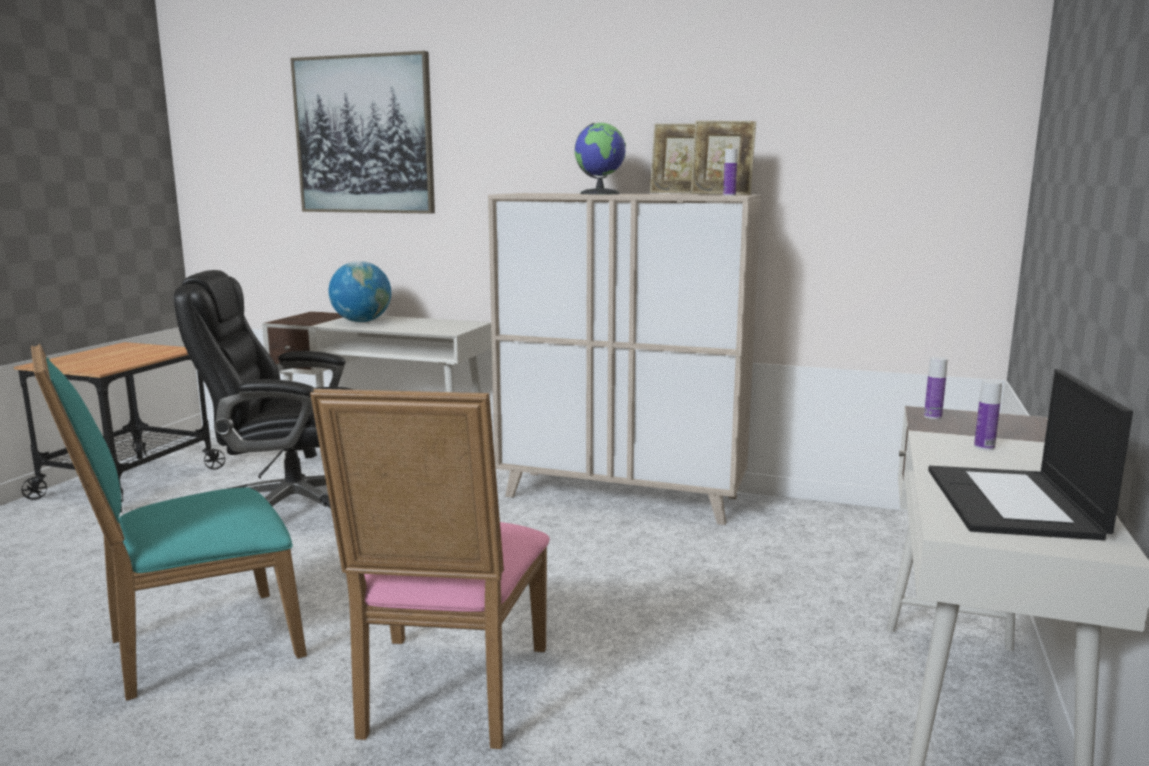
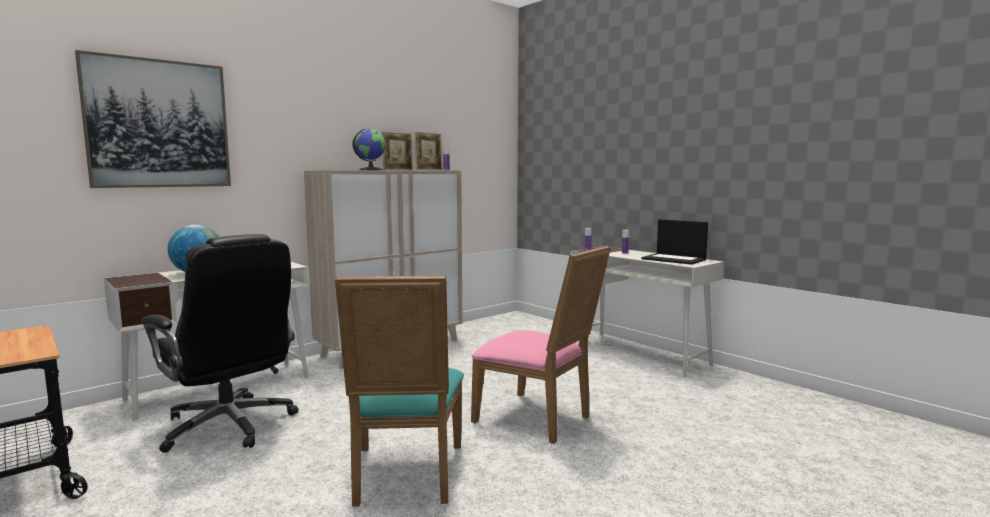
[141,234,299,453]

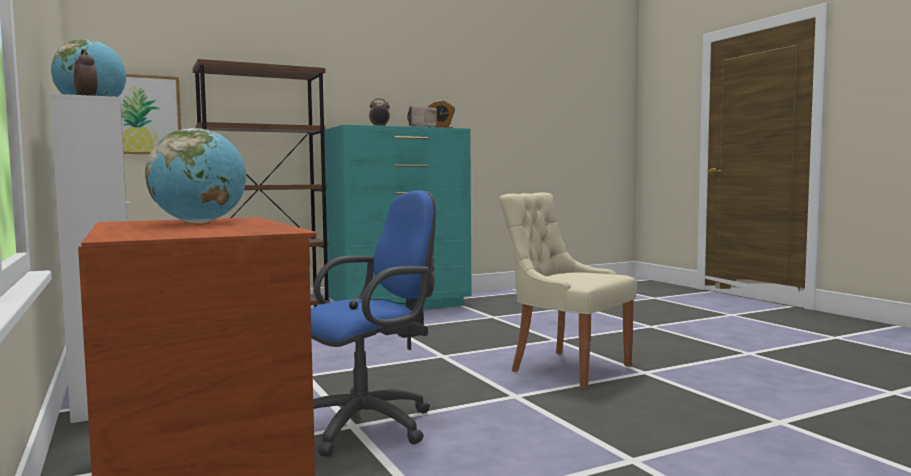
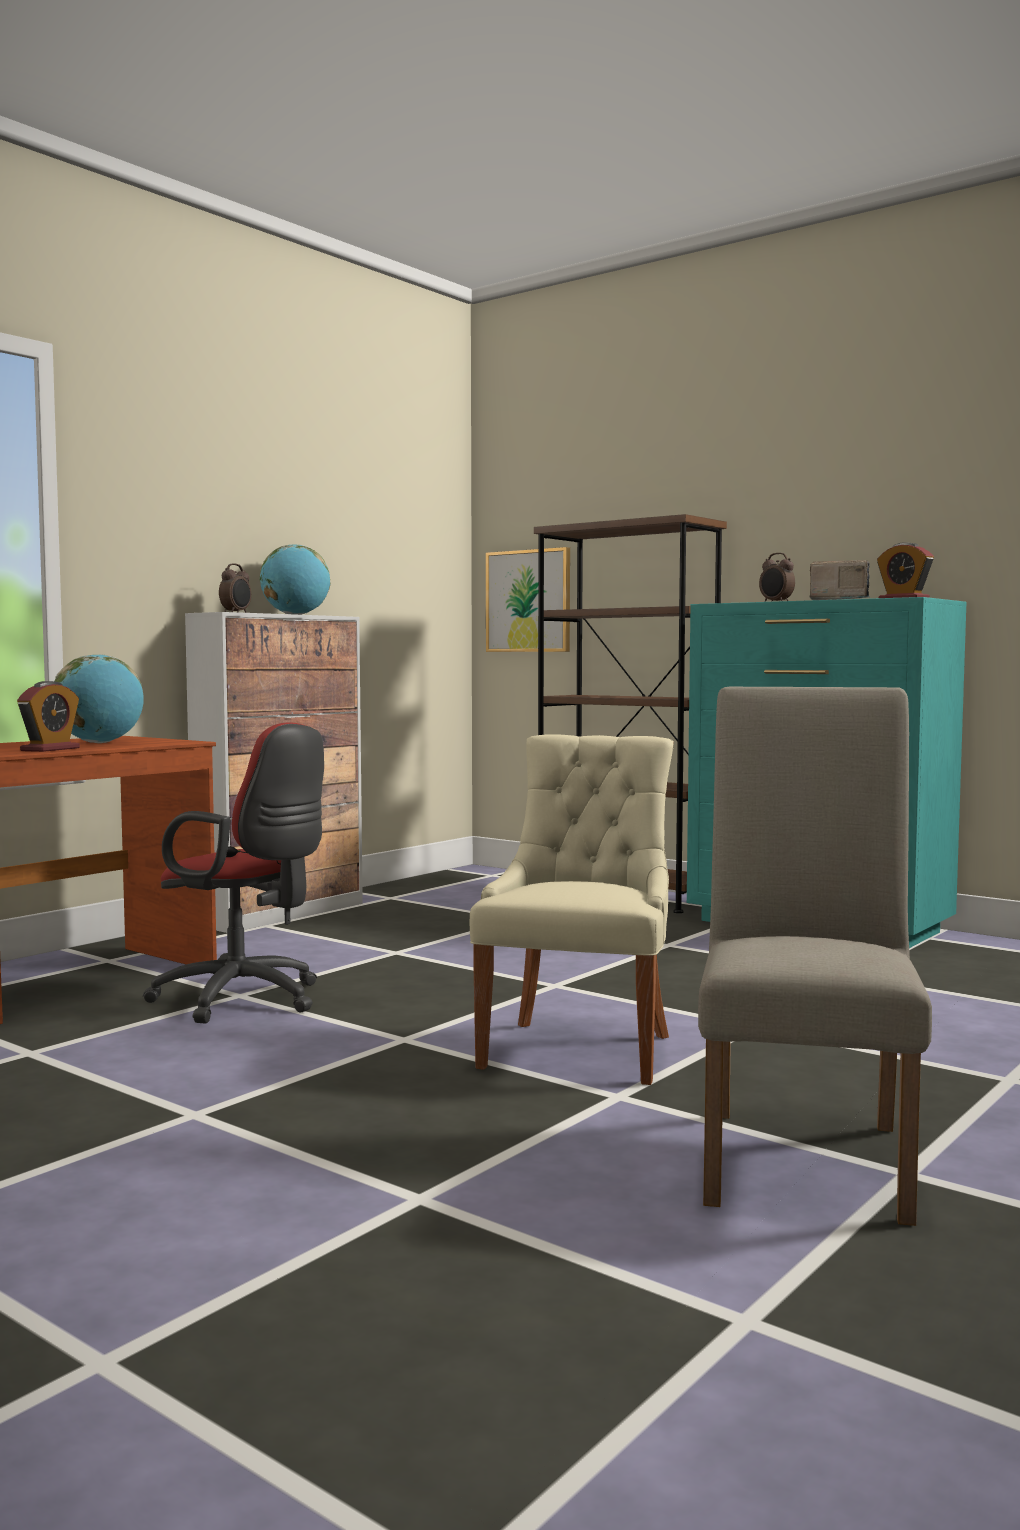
[143,723,324,1023]
[17,681,80,752]
[698,687,932,1226]

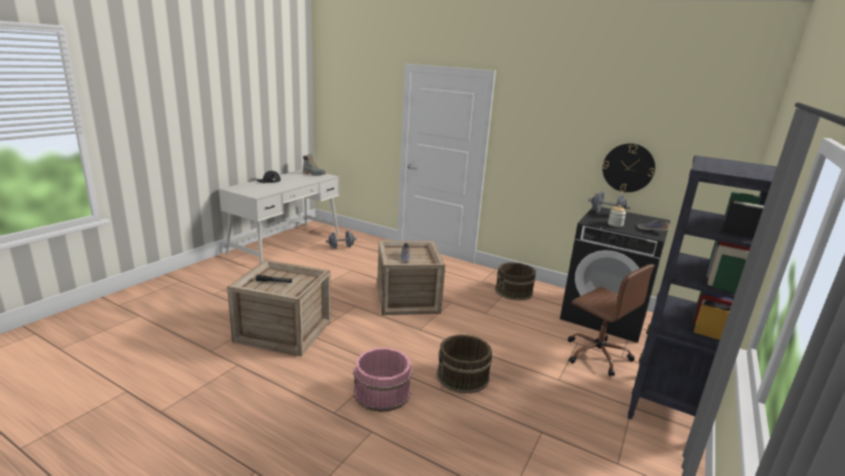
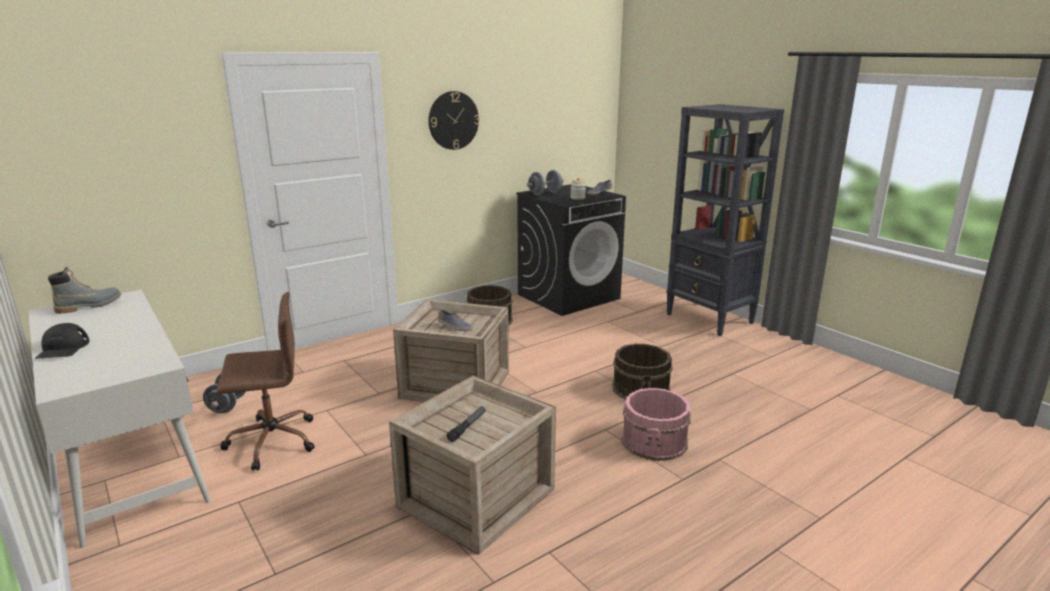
[217,292,315,471]
[429,91,480,150]

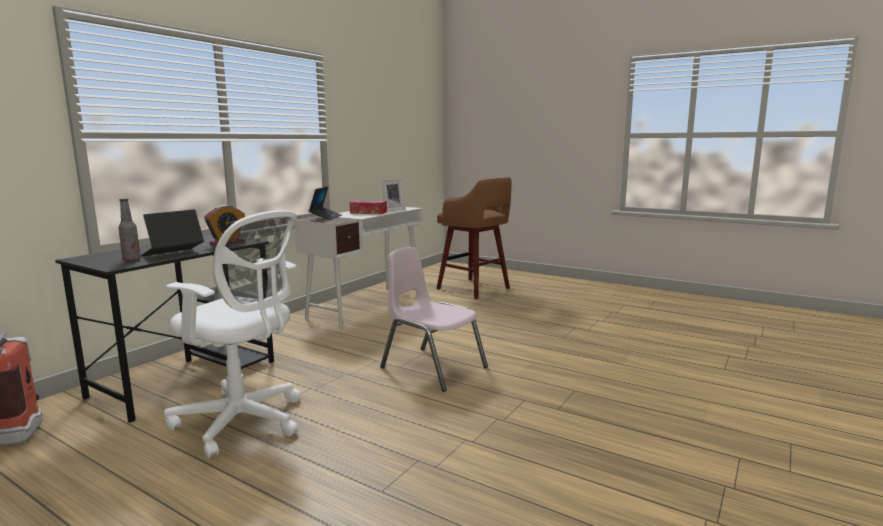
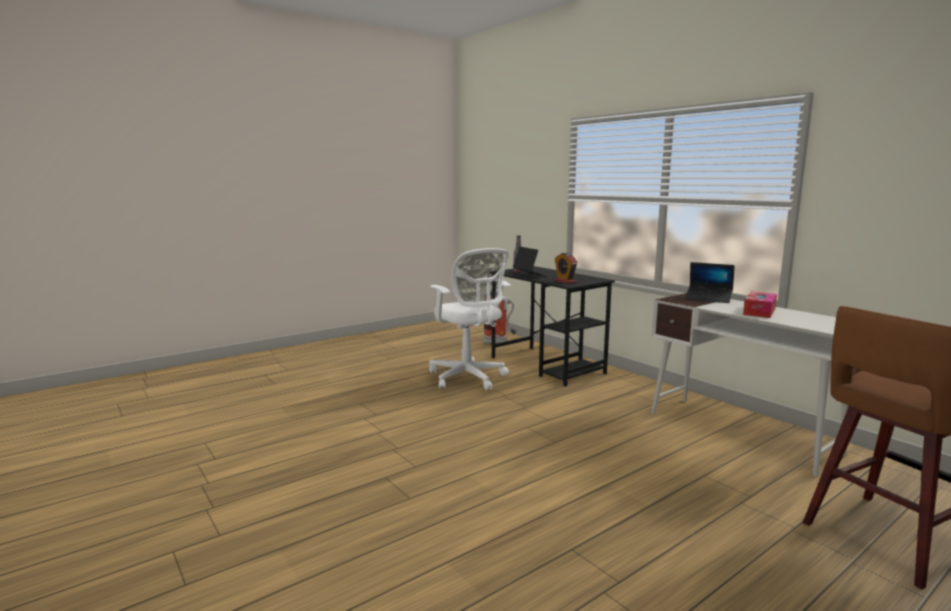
[429,248,511,390]
[380,247,488,392] (first image)
[381,179,405,211] (first image)

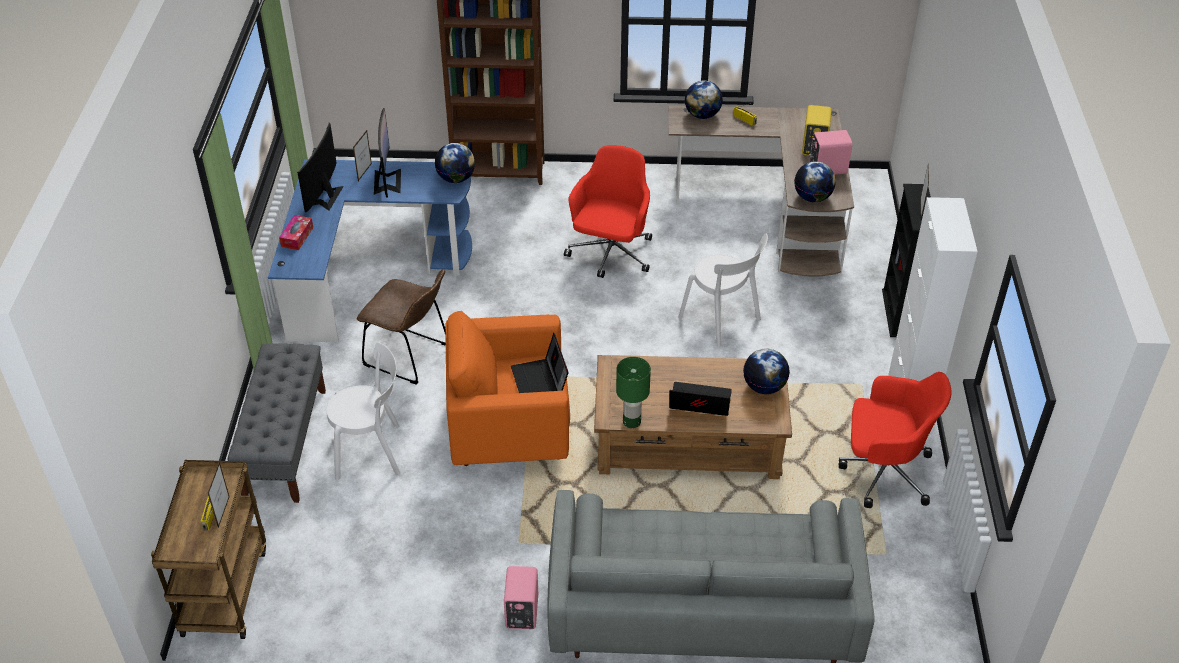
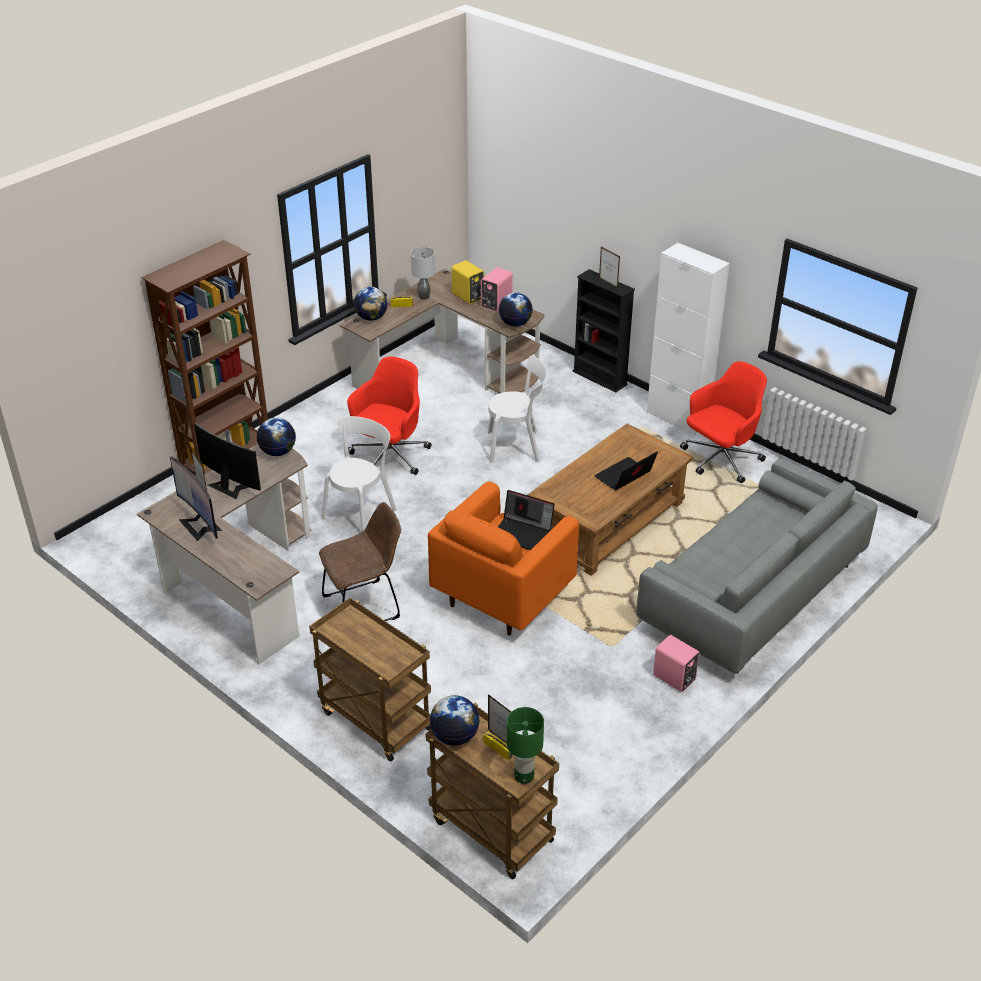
[309,598,431,762]
[137,444,311,665]
[279,215,313,250] (first image)
[322,416,397,531]
[347,357,432,475]
[507,707,544,784]
[430,695,480,746]
[411,247,435,300]

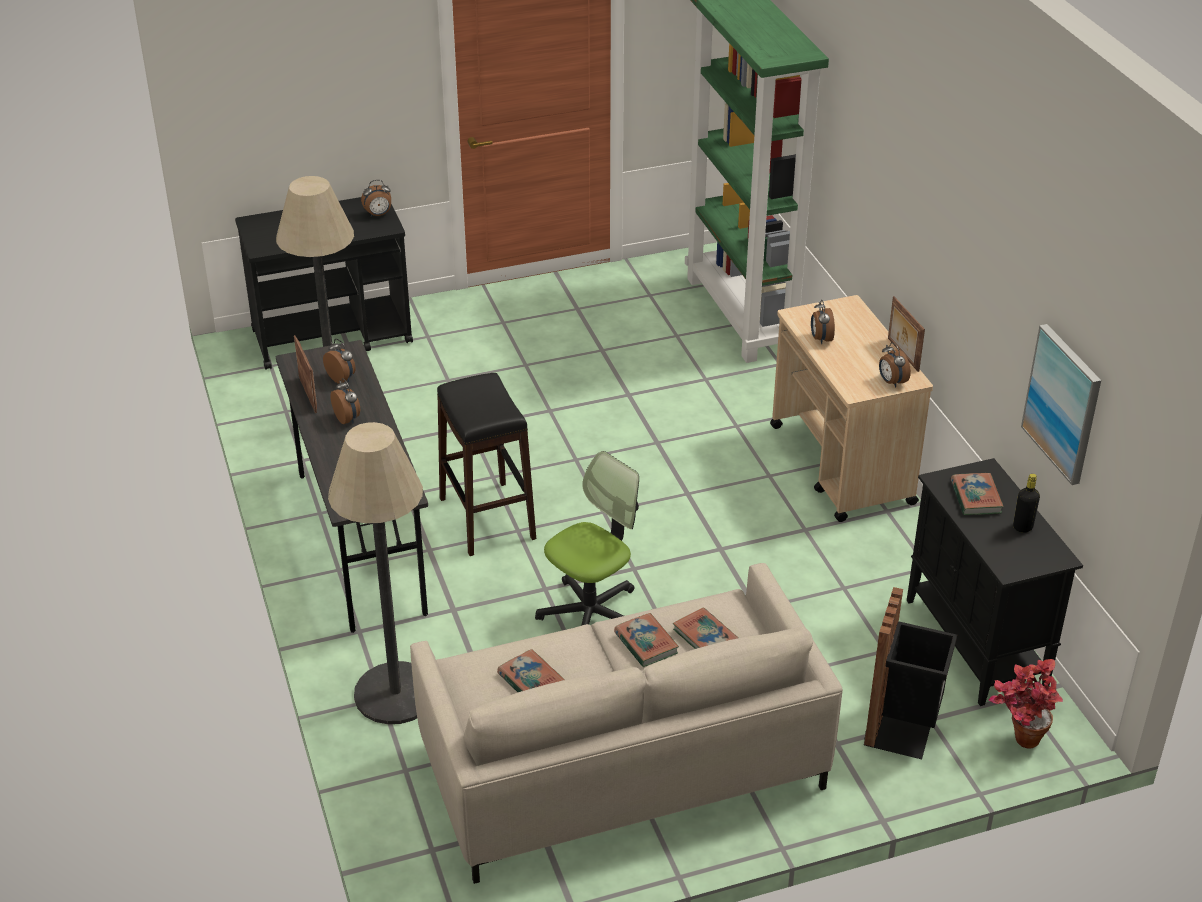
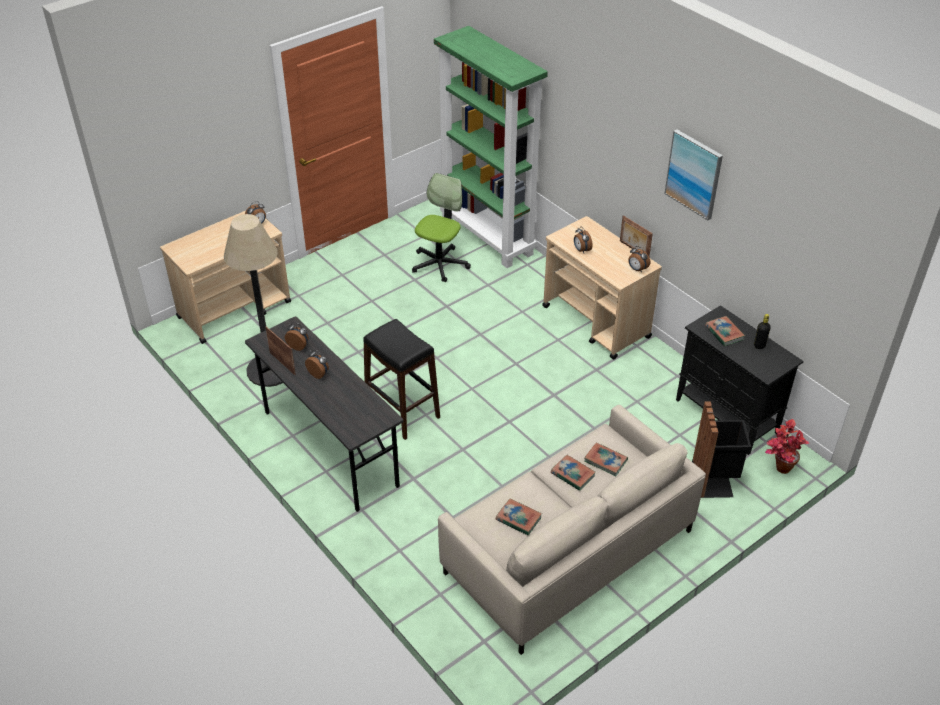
[160,211,291,344]
[328,422,423,724] (first image)
[412,173,471,282]
[664,130,723,220]

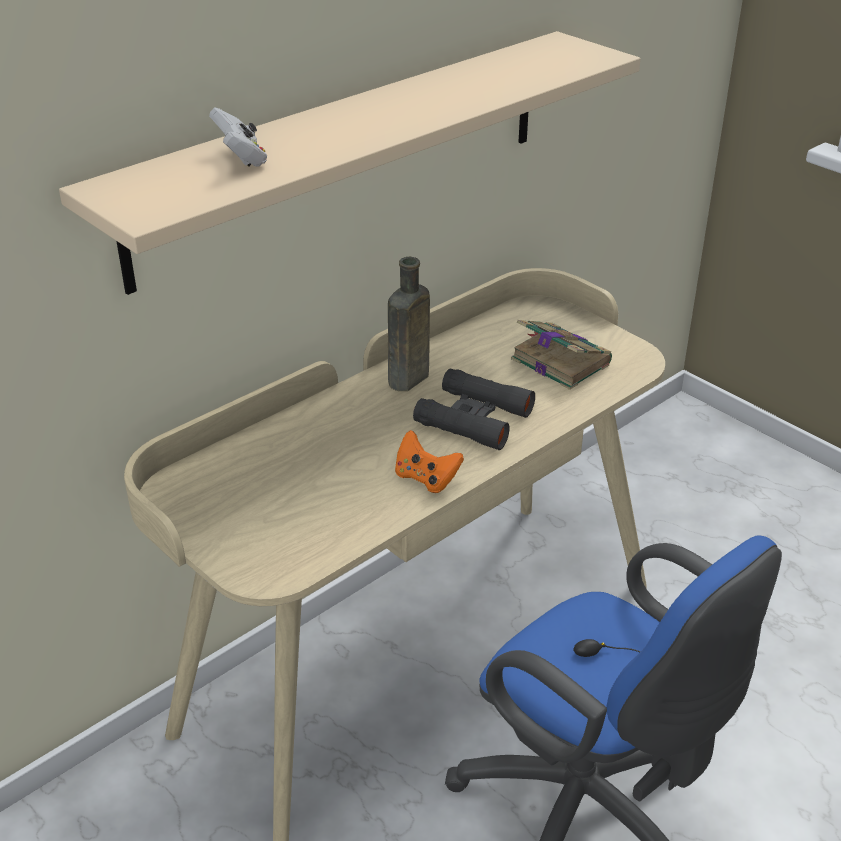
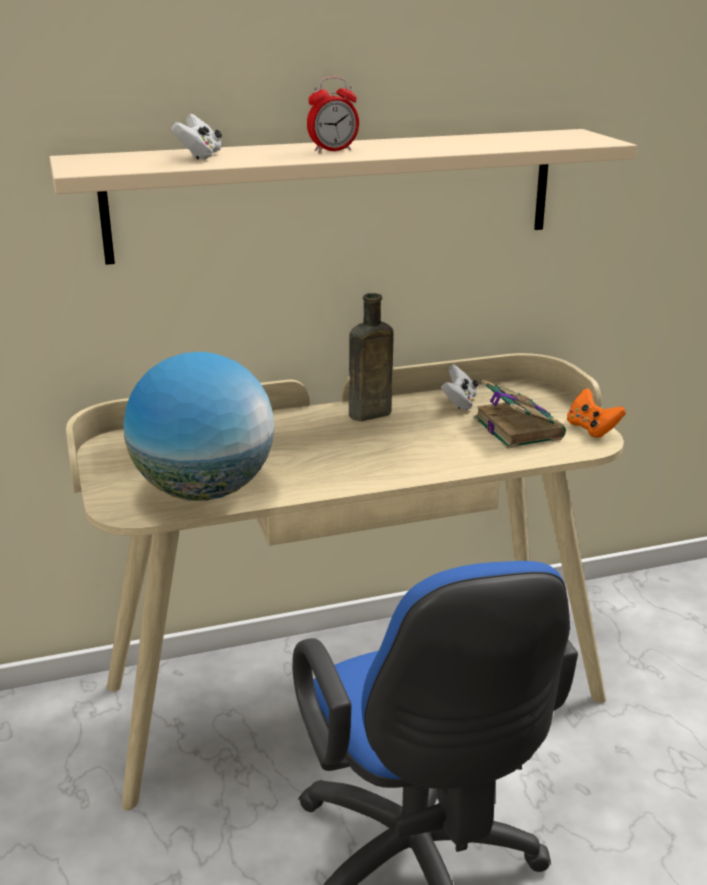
[567,388,626,438]
[413,369,535,450] (first image)
[124,352,274,501]
[307,77,359,153]
[441,365,478,410]

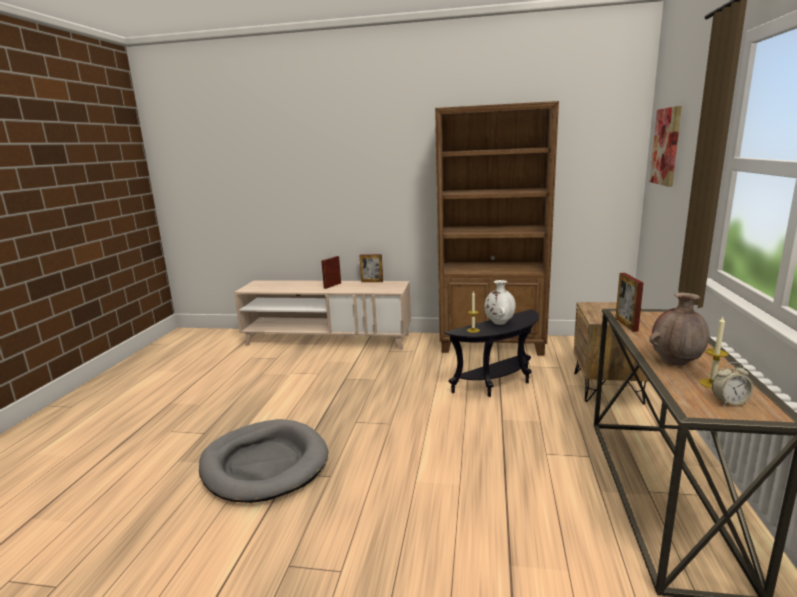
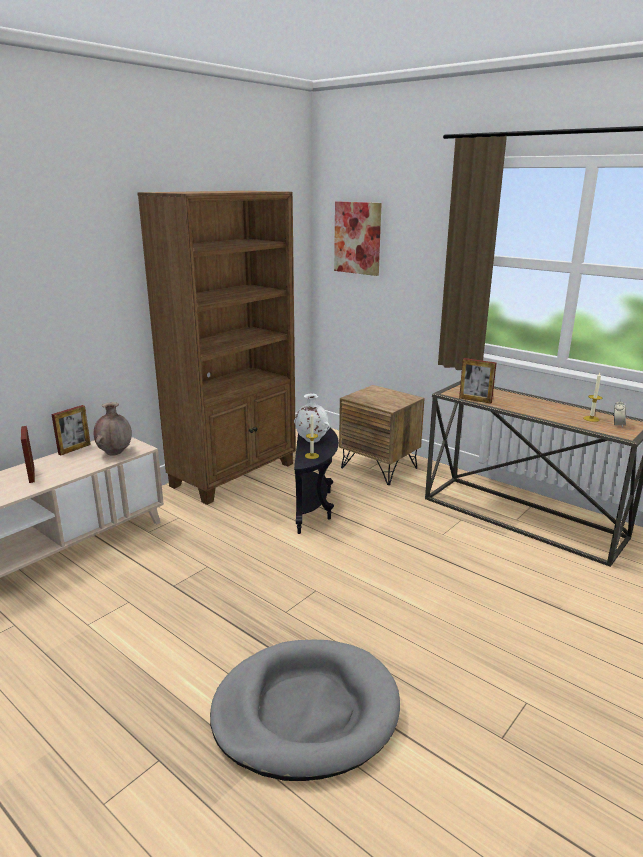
[94,402,132,456]

